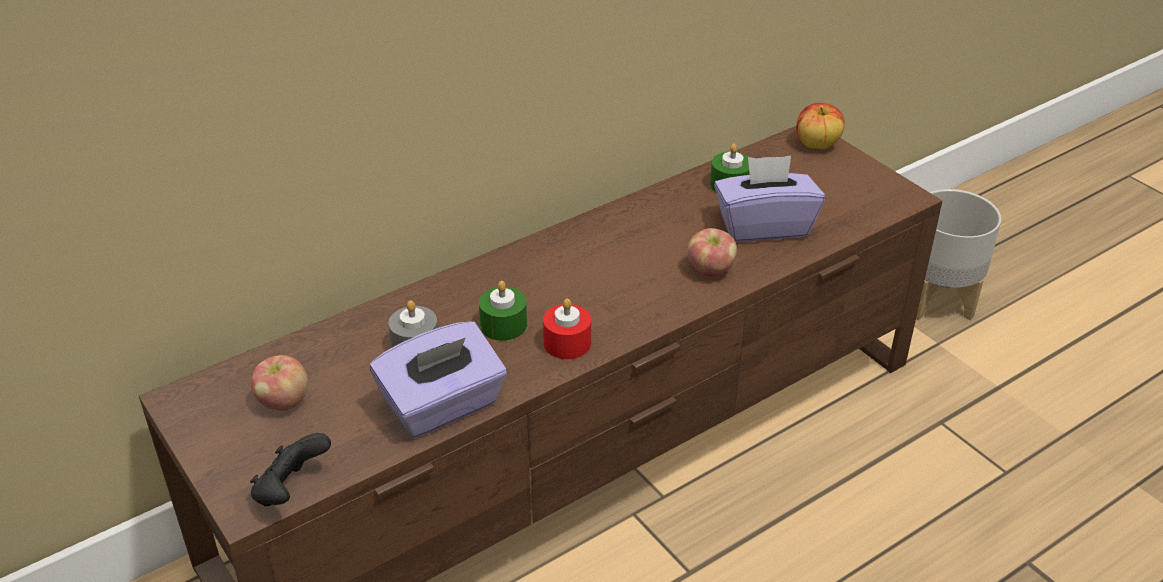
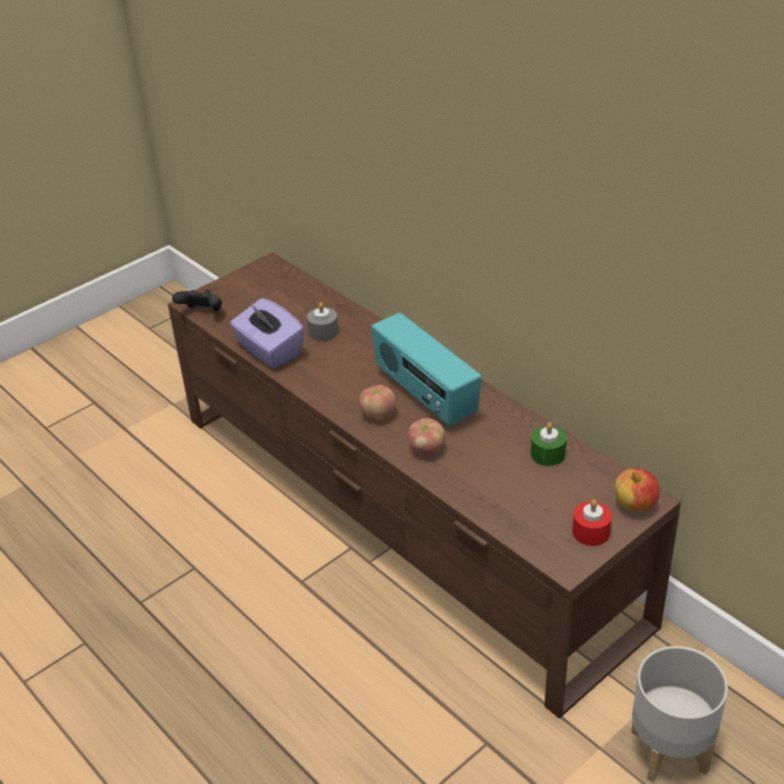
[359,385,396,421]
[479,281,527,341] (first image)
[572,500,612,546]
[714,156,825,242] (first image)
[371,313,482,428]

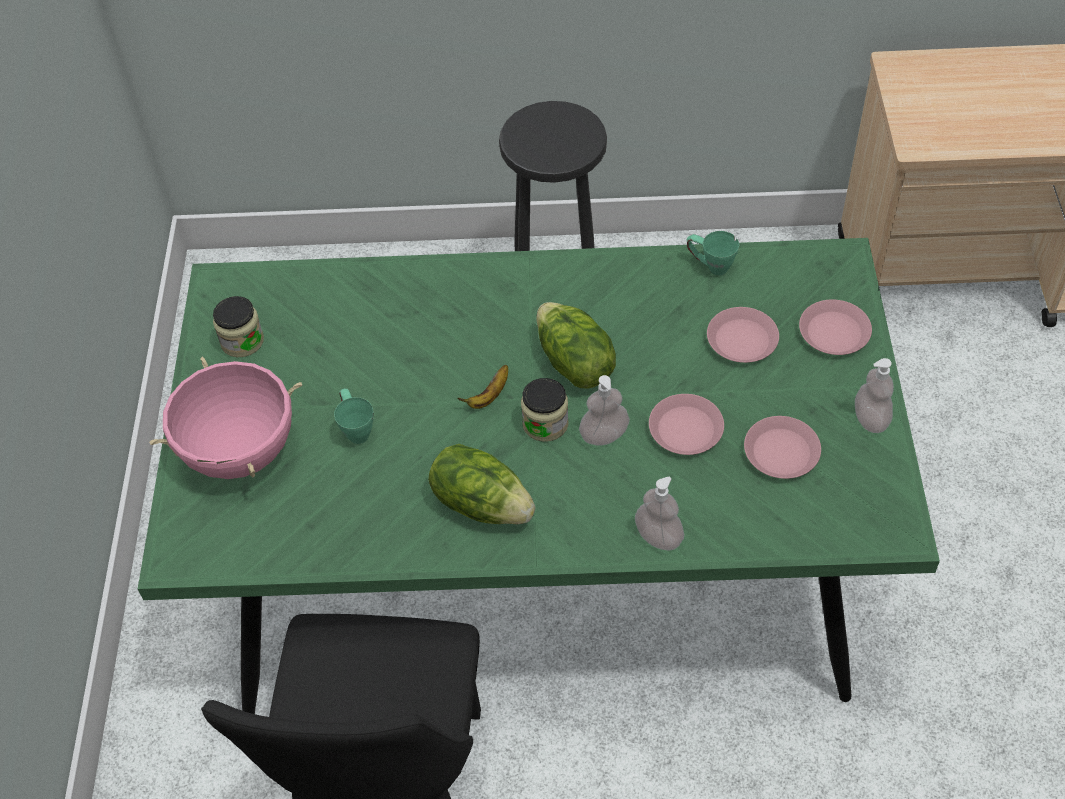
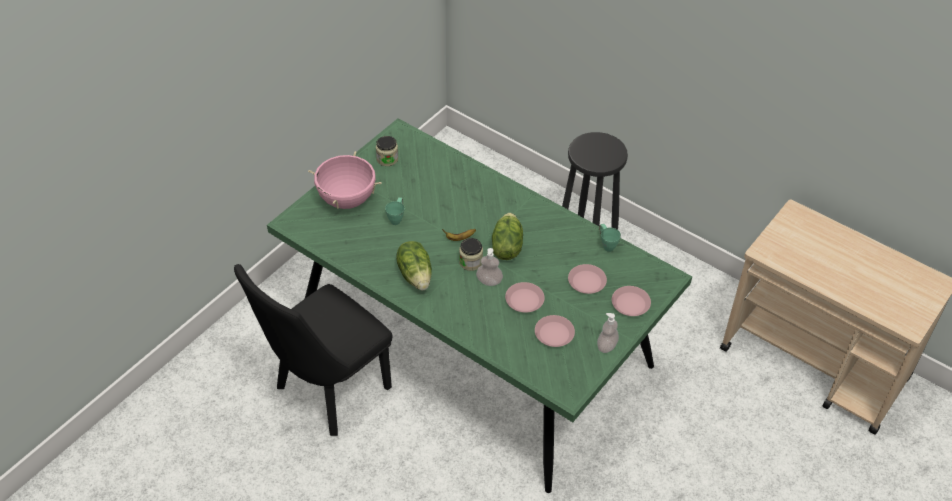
[635,477,684,551] (first image)

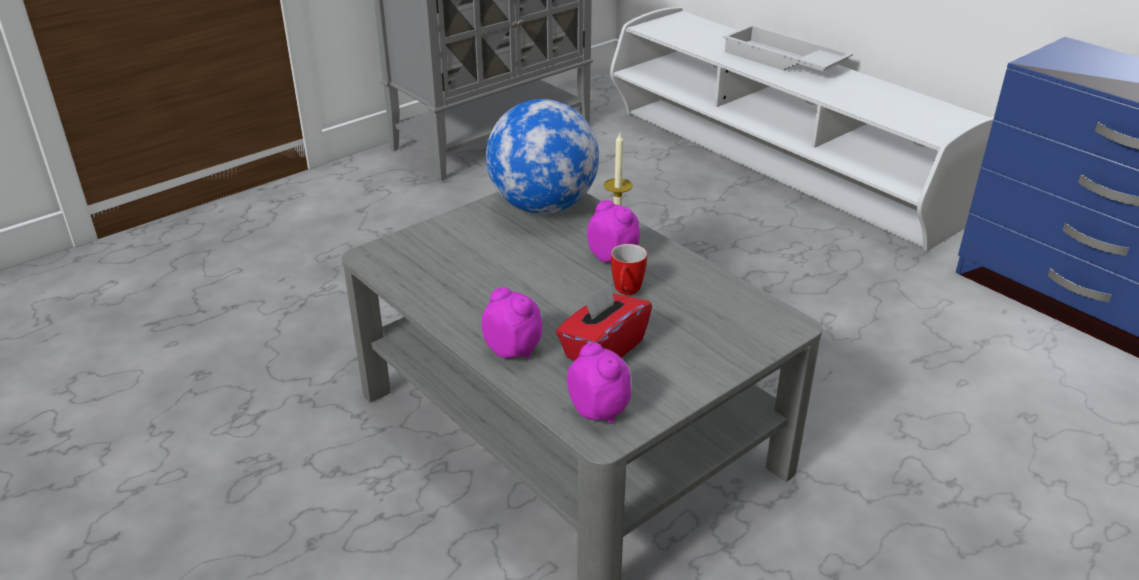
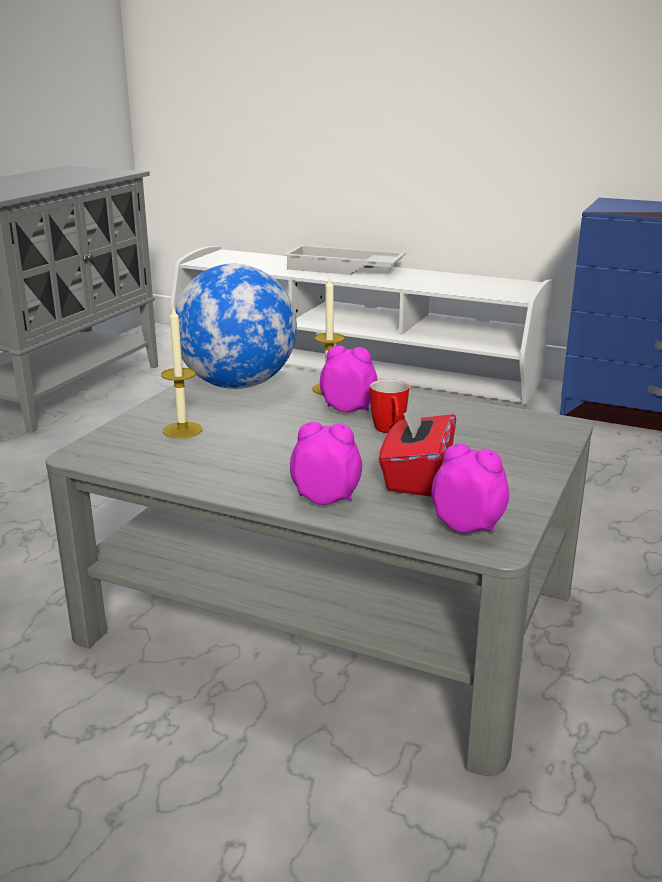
[161,306,202,438]

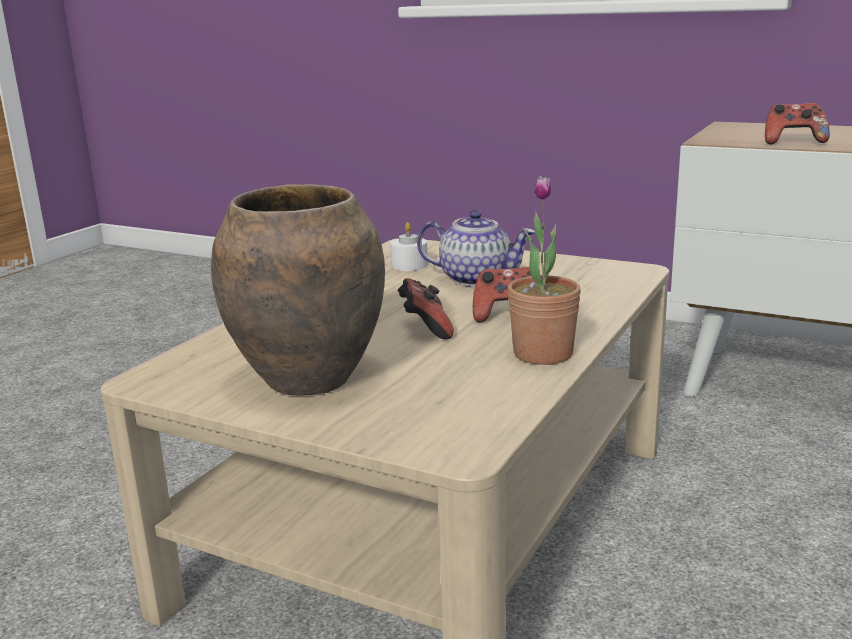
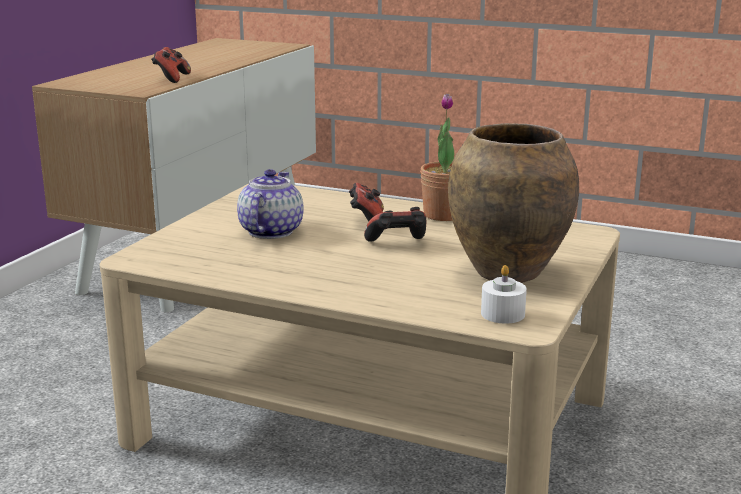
[481,265,527,324]

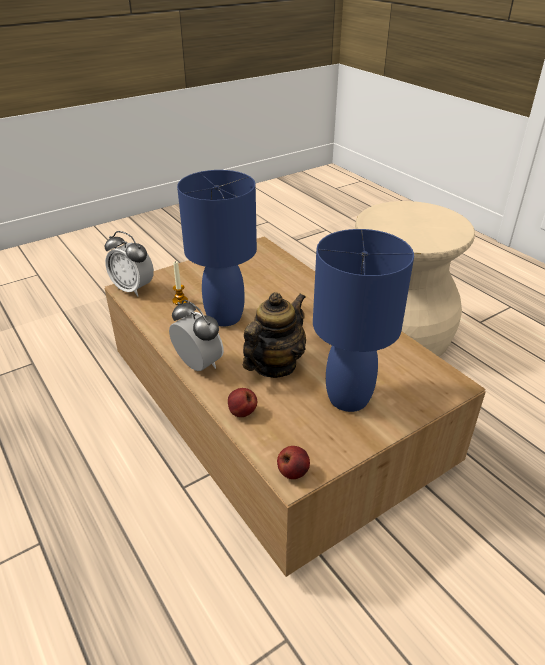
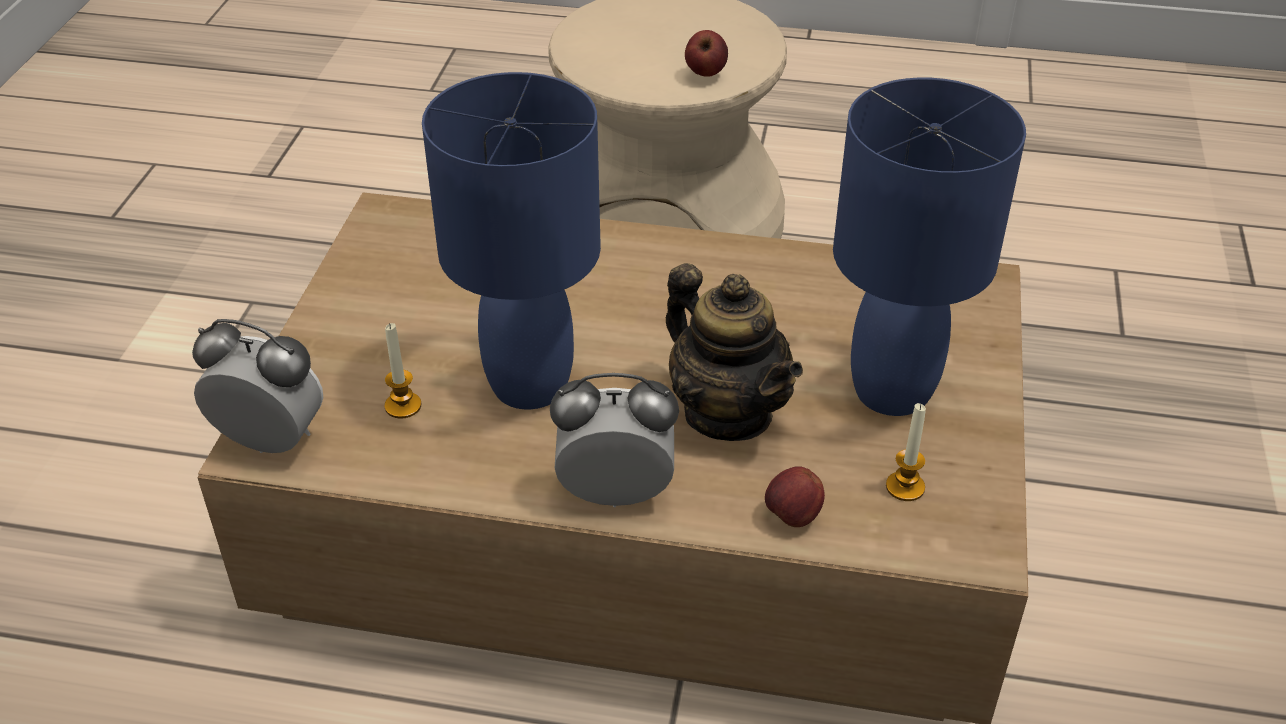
[192,319,323,453]
[666,263,803,441]
[685,30,728,77]
[886,403,926,501]

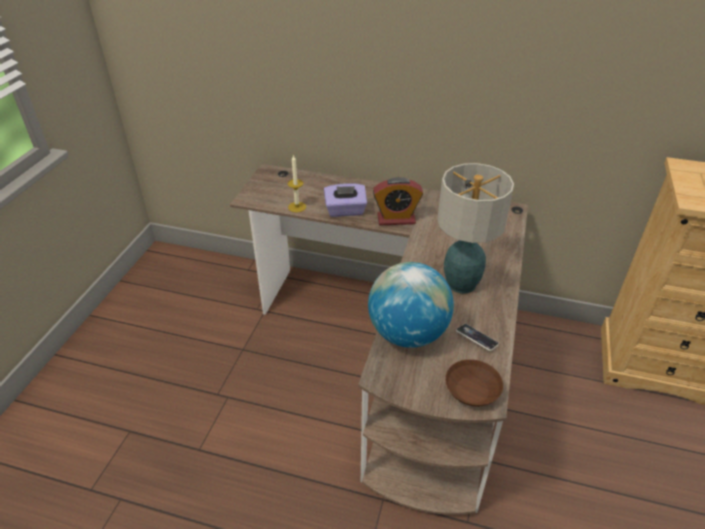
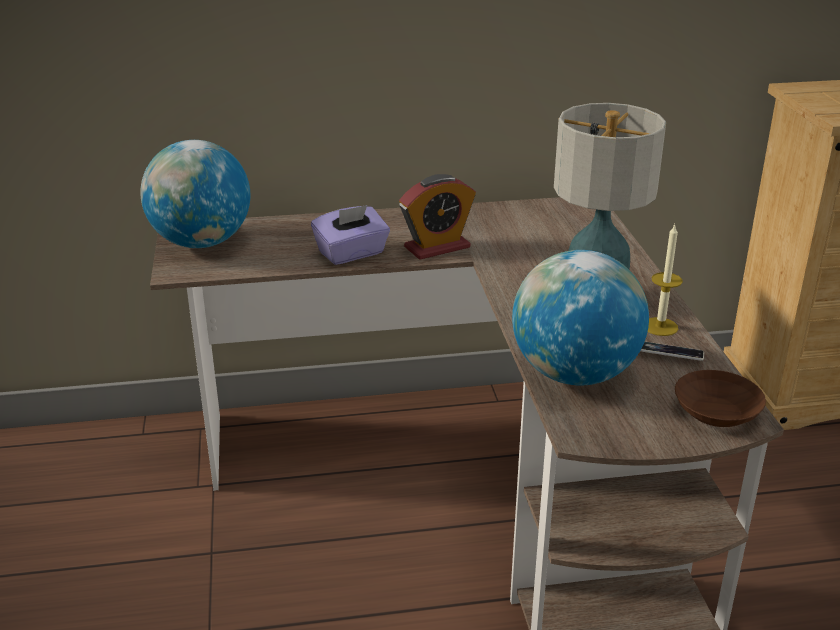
[648,225,683,336]
[140,140,250,248]

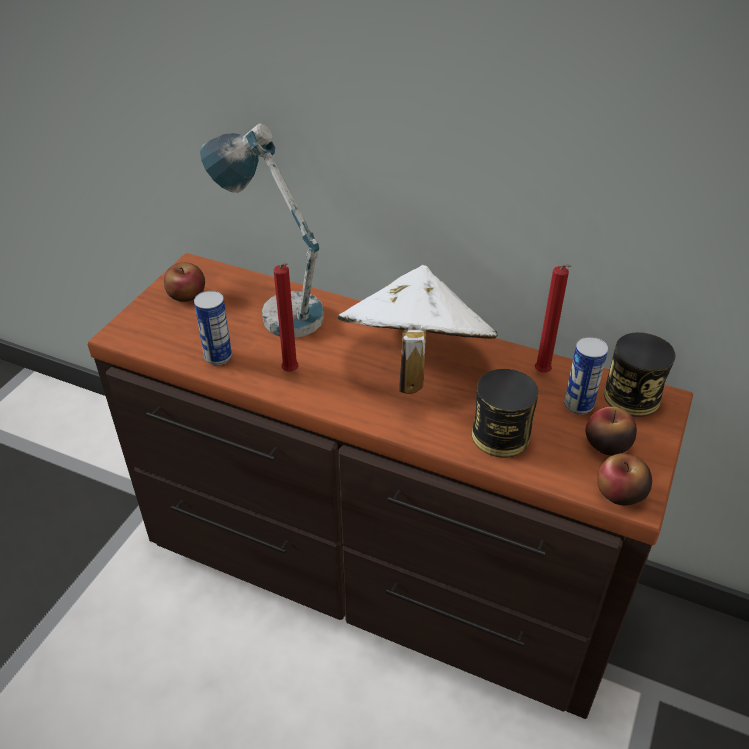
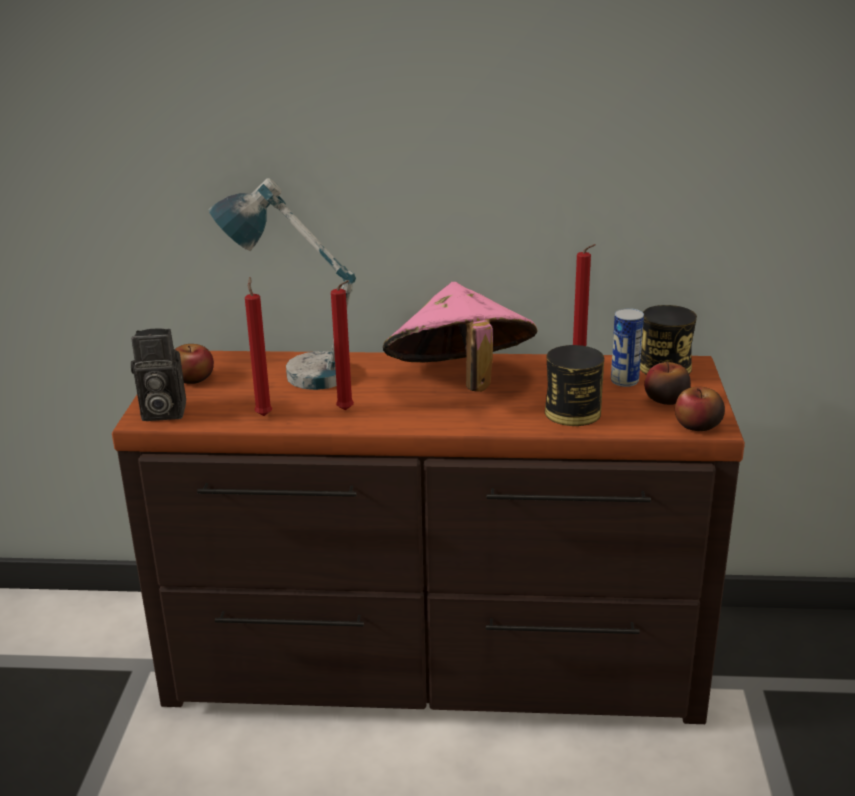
[245,277,272,416]
[383,282,538,392]
[131,329,186,421]

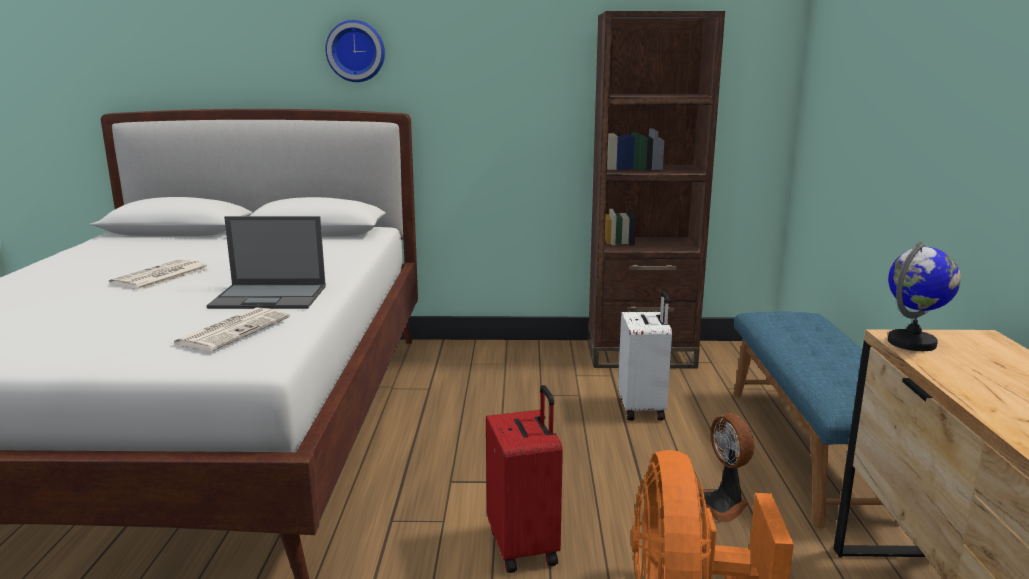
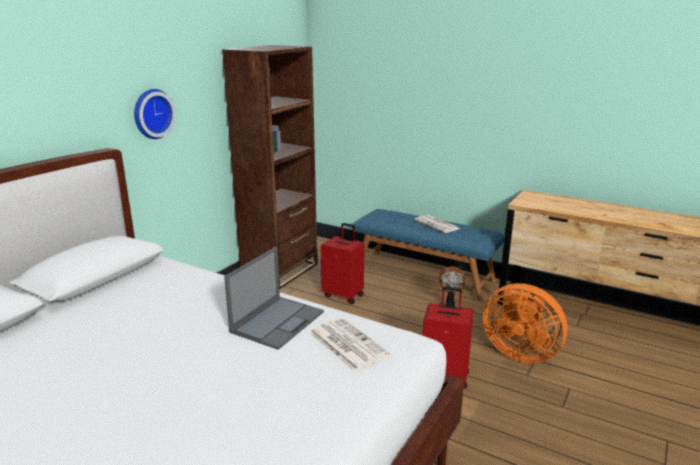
[414,215,460,233]
[134,89,176,139]
[321,223,364,304]
[888,241,961,351] (first image)

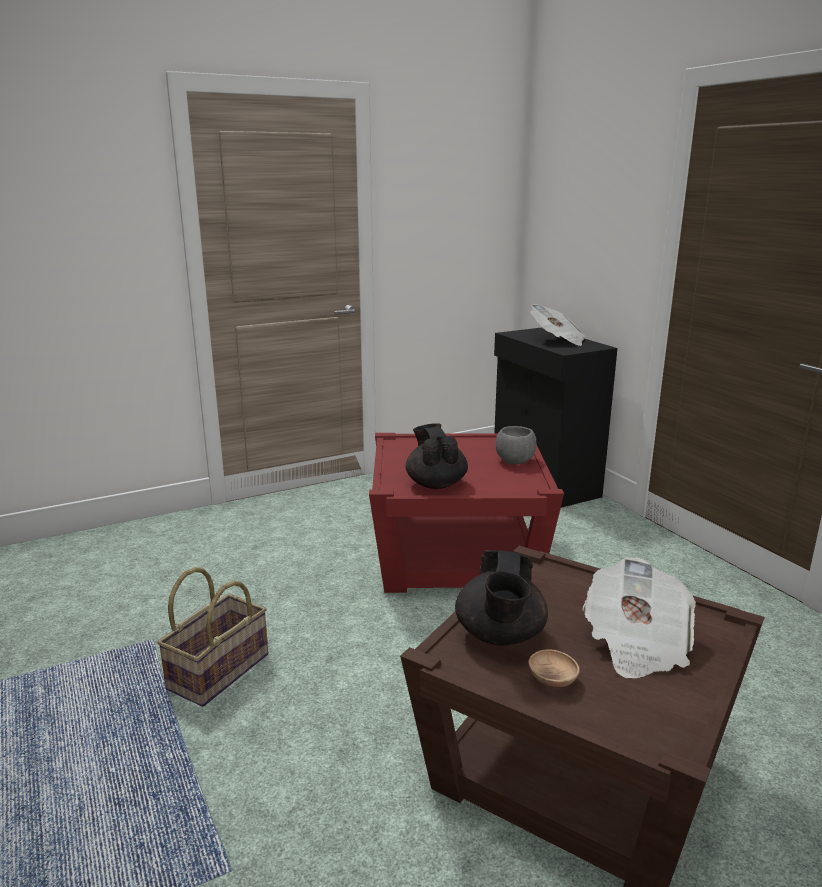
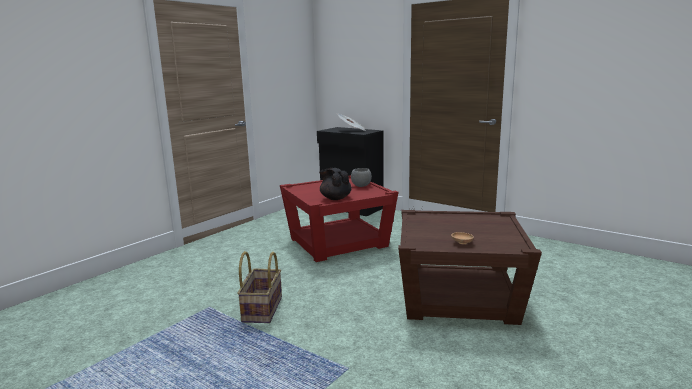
[455,550,548,646] (first image)
[582,557,696,678] (first image)

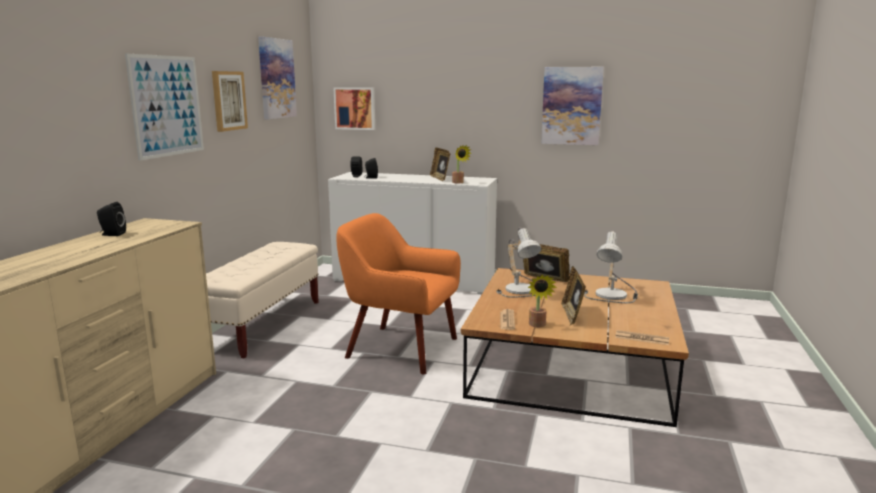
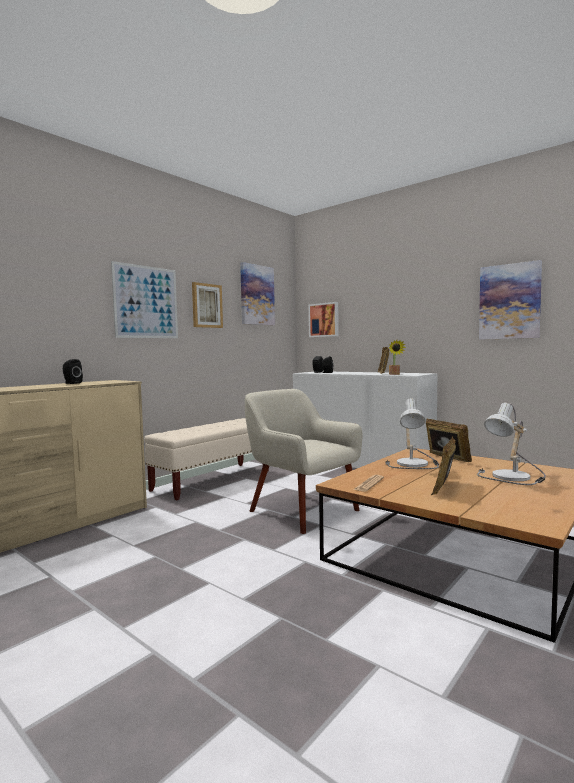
[245,389,362,534]
[528,274,557,327] (first image)
[615,330,669,345] (first image)

